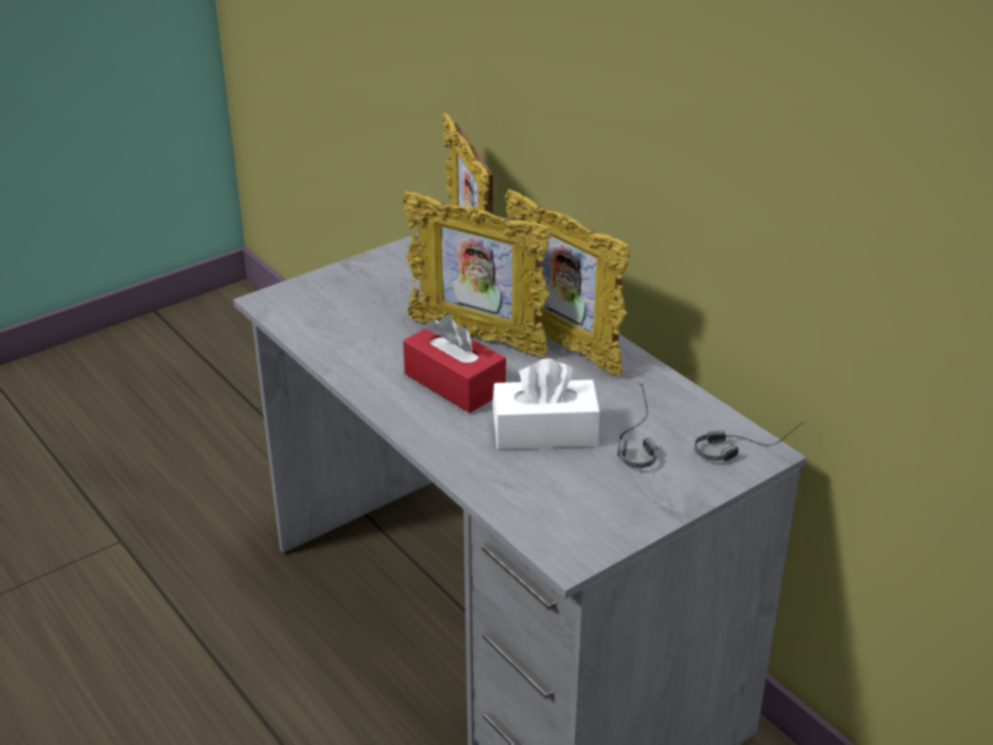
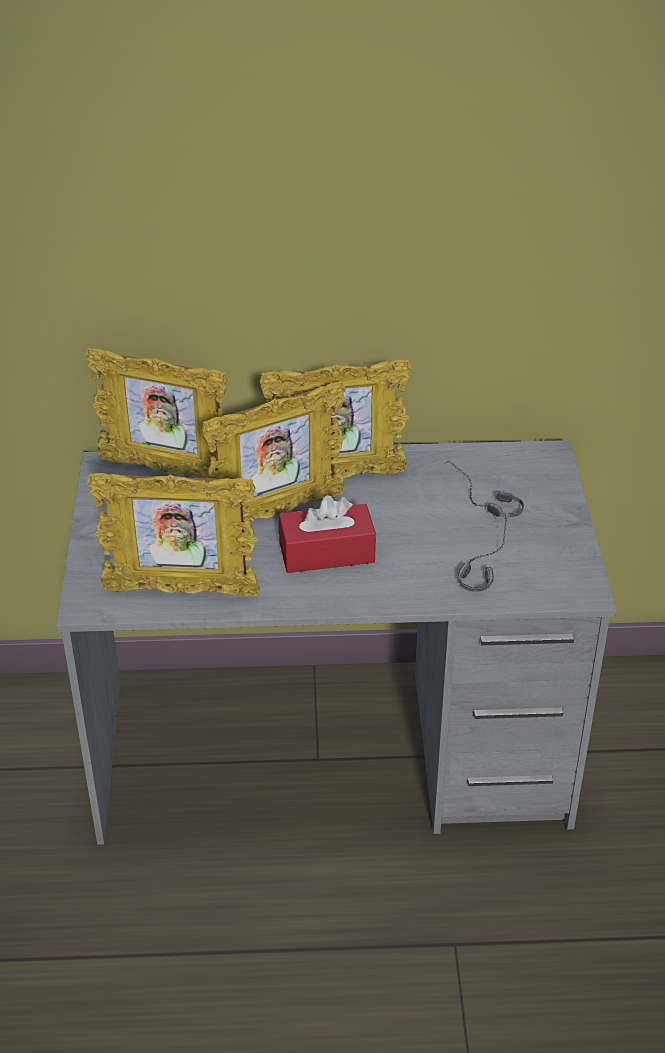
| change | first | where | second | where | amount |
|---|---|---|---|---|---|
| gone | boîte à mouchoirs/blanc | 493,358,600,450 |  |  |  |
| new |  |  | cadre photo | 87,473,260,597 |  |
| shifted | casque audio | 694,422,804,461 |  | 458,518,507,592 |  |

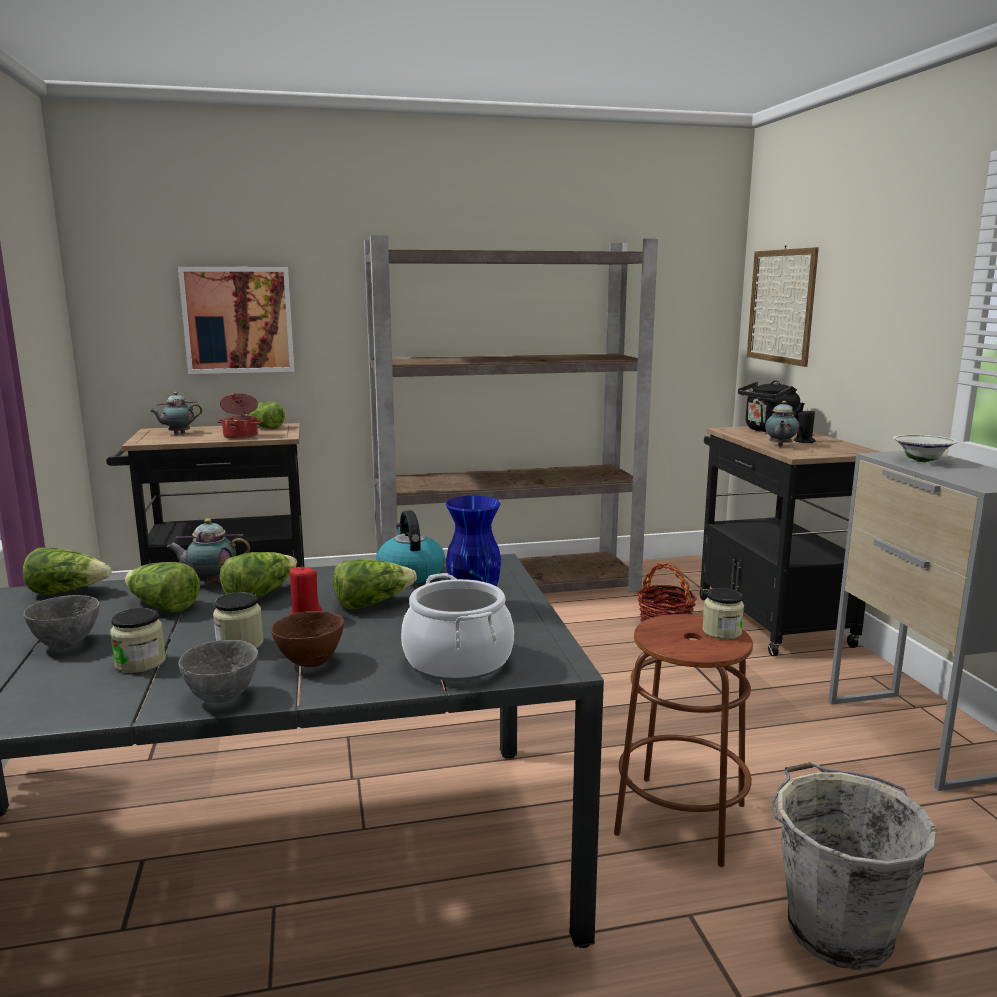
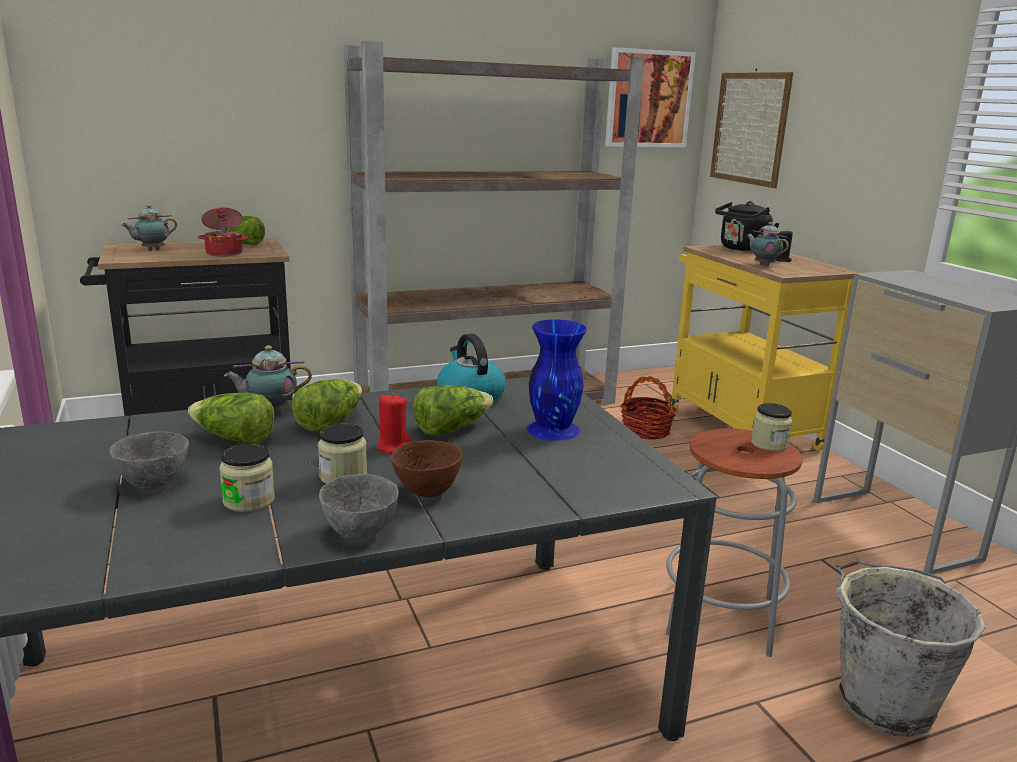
| change | first | where | second | where | amount |
|---|---|---|---|---|---|
| gone | laitue | 23,547,112,595 |  |  |  |
| gone | marmite | 401,573,514,681 |  |  |  |
| gone | bol/blanc | 893,435,958,462 |  |  |  |
| shifted | tableau | 178,267,294,374 |  | 605,47,696,147 |  |
| repainted | tabouret/marron | 614,614,753,867 | tabouret/gris | 666,428,802,657 |  |
| repainted | chariot/noir | 699,426,880,656 | chariot/jaune | 671,245,861,453 |  |
| rotated | théière | 765,401,799,447 |  | 746,222,789,266 | 135 degrees clockwise |

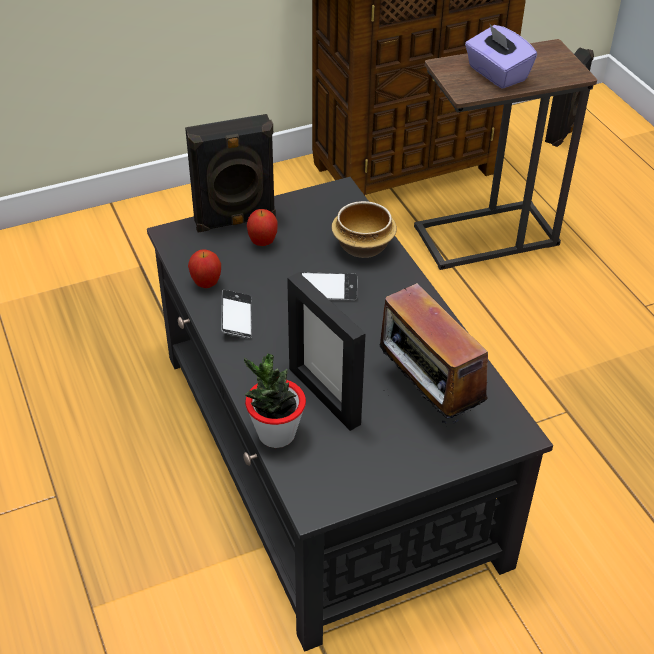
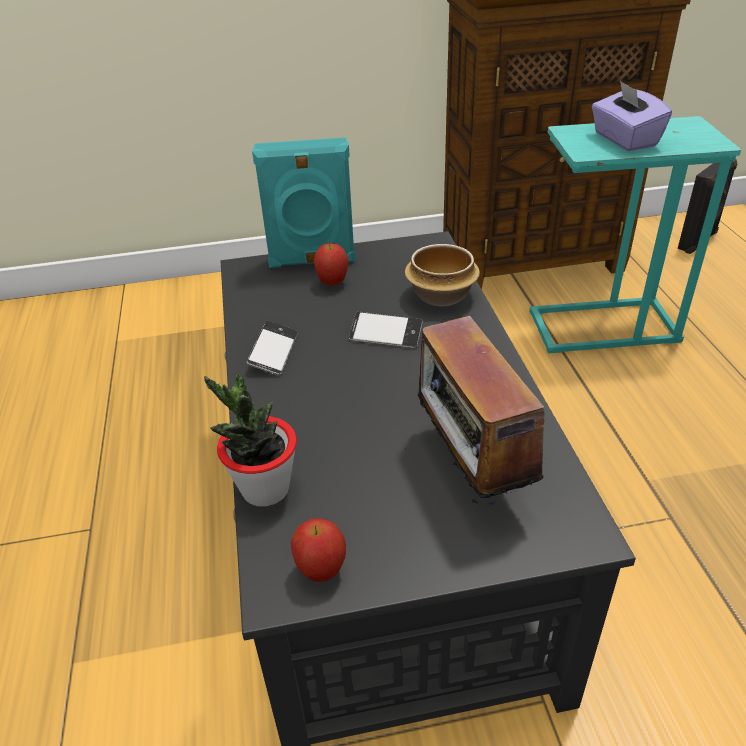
| change | first | where | second | where | amount |
|---|---|---|---|---|---|
| gone | cadre photo | 287,272,366,431 |  |  |  |
| shifted | pomme | 188,249,221,288 |  | 291,518,346,582 |  |
| repainted | enceinte/noir | 185,114,276,233 | enceinte/turquoise | 252,137,356,268 |  |
| repainted | table d'appoint/marron | 414,39,597,270 | table d'appoint/turquoise | 529,116,741,354 |  |

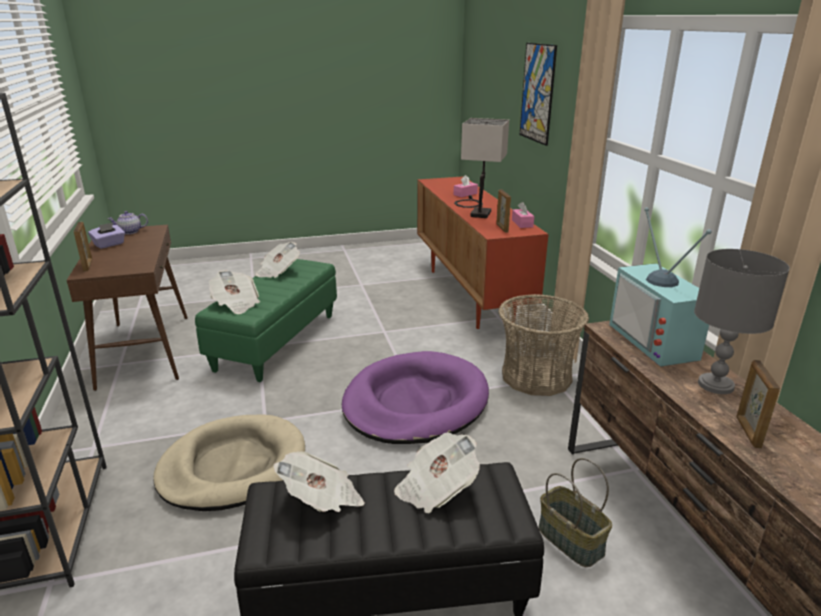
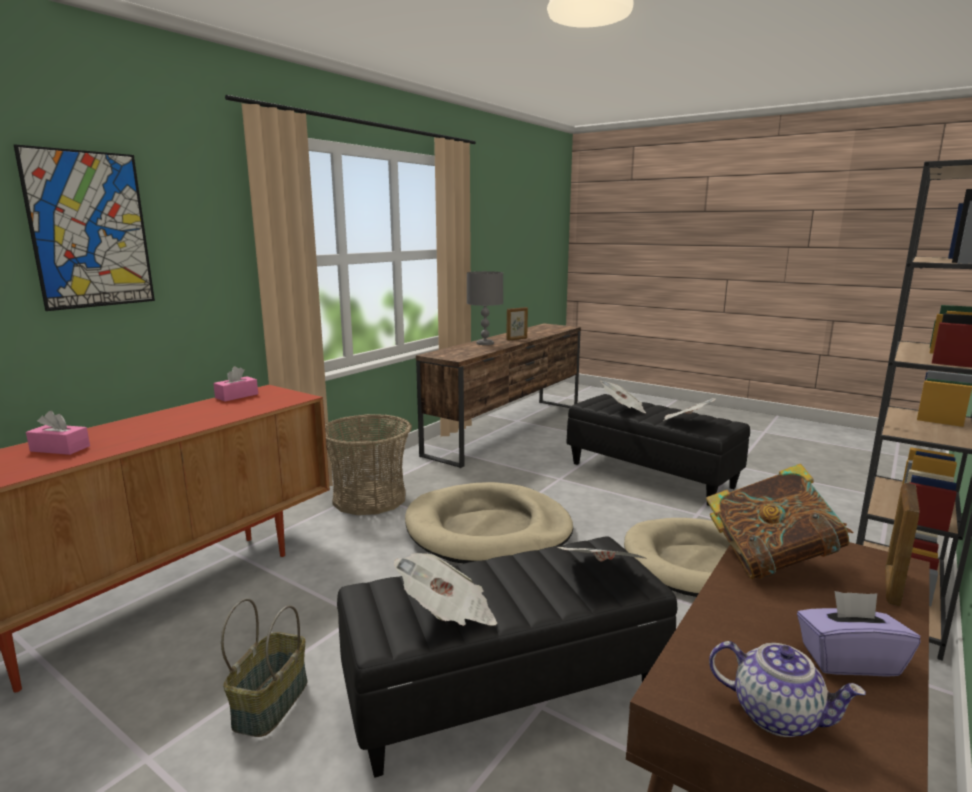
| change | first | where | second | where | amount |
|---|---|---|---|---|---|
| gone | lampe de table | 454,118,509,218 |  |  |  |
| gone | cadre photo | 496,190,511,233 |  |  |  |
| gone | téléviseur | 609,207,712,367 |  |  |  |
| new |  |  | livre | 706,464,853,579 |  |
| shifted | panier | 539,458,612,567 |  | 221,598,307,737 |  |
| repainted | pouf/vert | 195,259,337,382 | pouf/noir | 337,536,677,778 |  |
| repainted | panier pour chien/violet | 342,351,489,444 | panier pour chien/beige | 405,482,573,564 |  |

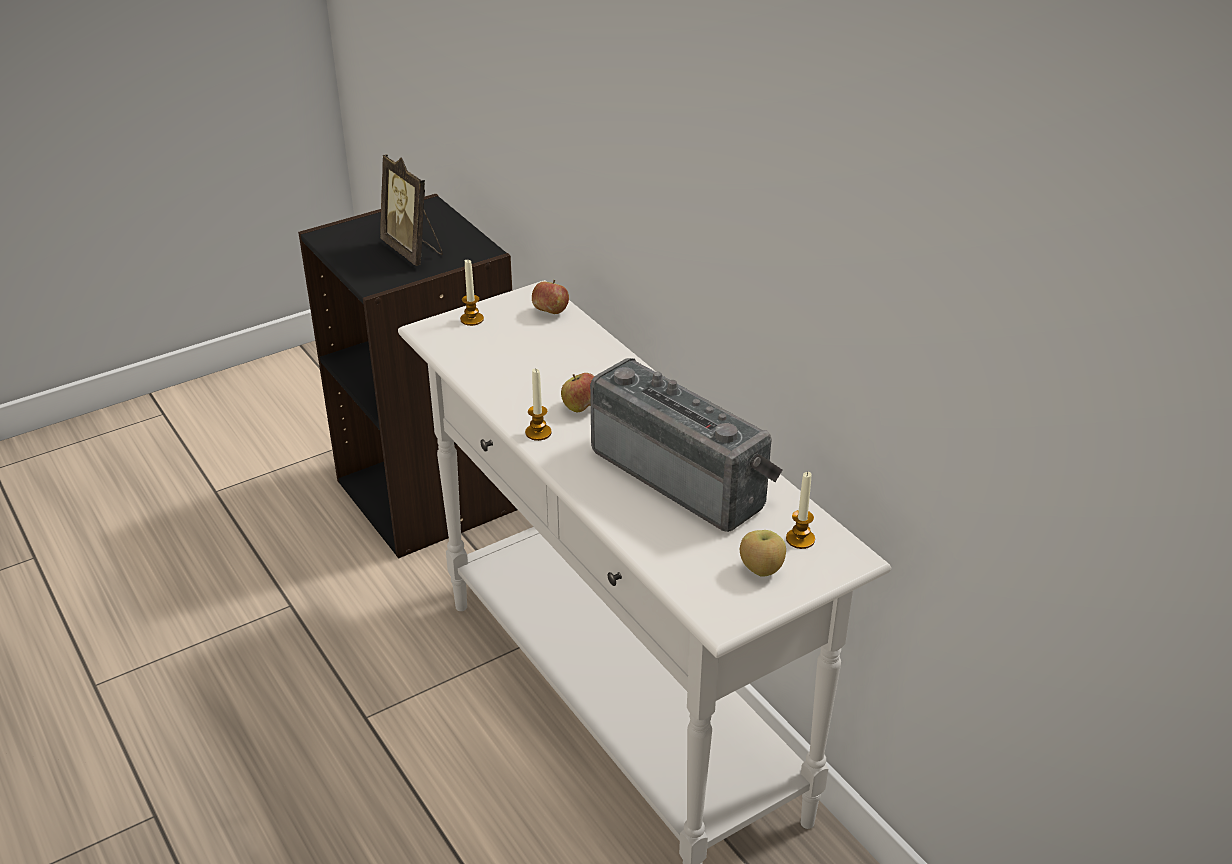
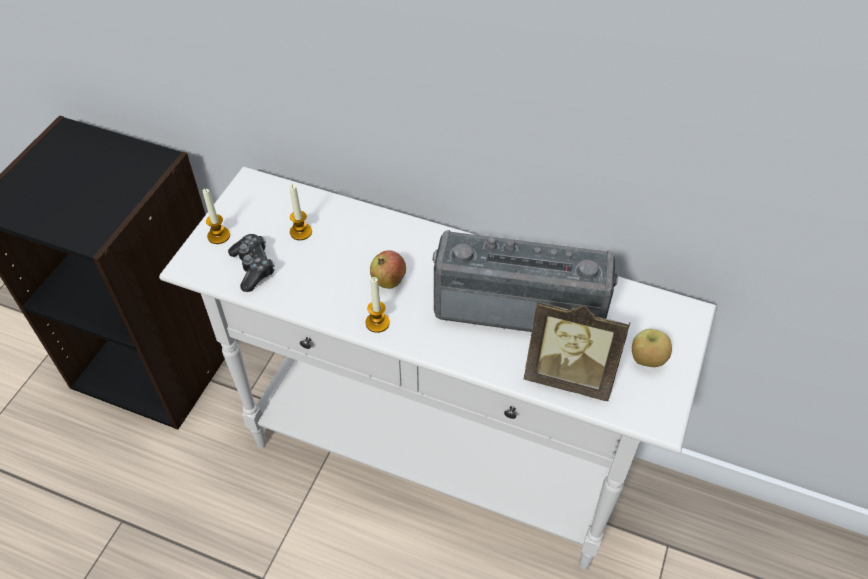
| change | first | where | second | where | amount |
|---|---|---|---|---|---|
| gone | pomme | 532,280,569,314 |  |  |  |
| new |  |  | manette | 228,234,275,292 |  |
| shifted | cadre photo | 380,154,443,266 |  | 524,299,630,402 |  |
| shifted | bougie | 786,472,815,549 |  | 290,184,312,240 |  |

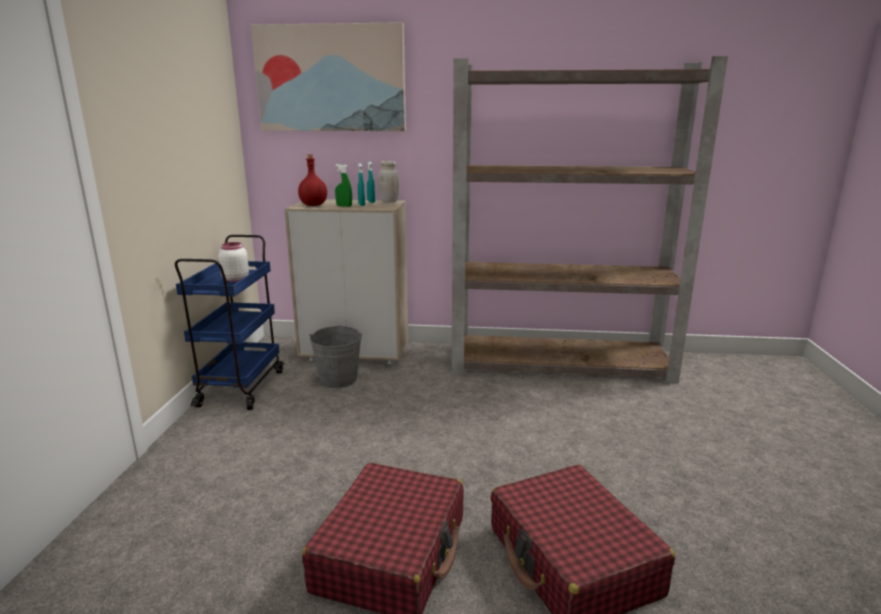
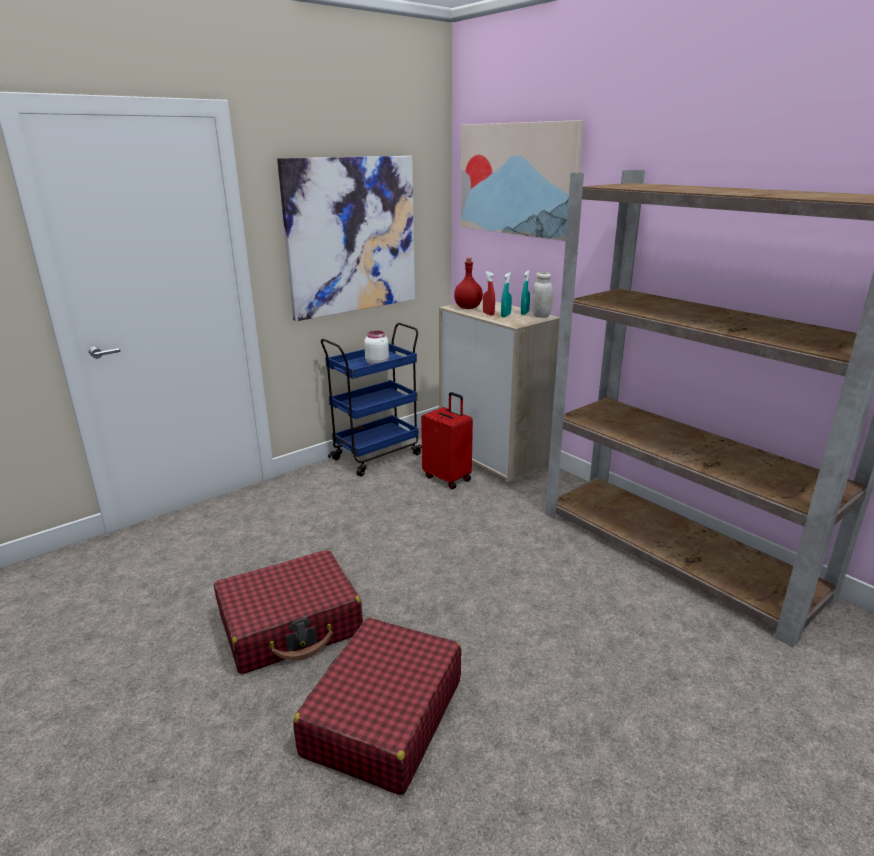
| change | first | where | second | where | amount |
|---|---|---|---|---|---|
| new |  |  | tableau | 277,156,415,321 |  |
| swapped | seau/gris | 309,326,362,388 | valise/rouge | 421,392,473,489 |  |
| repainted | vaporisateur/vert | 335,164,352,207 | vaporisateur/rouge | 483,271,495,316 |  |

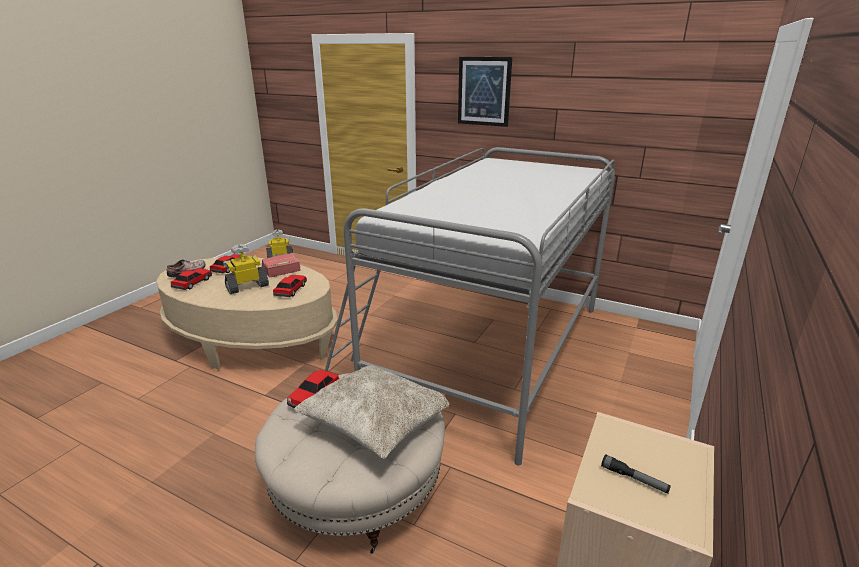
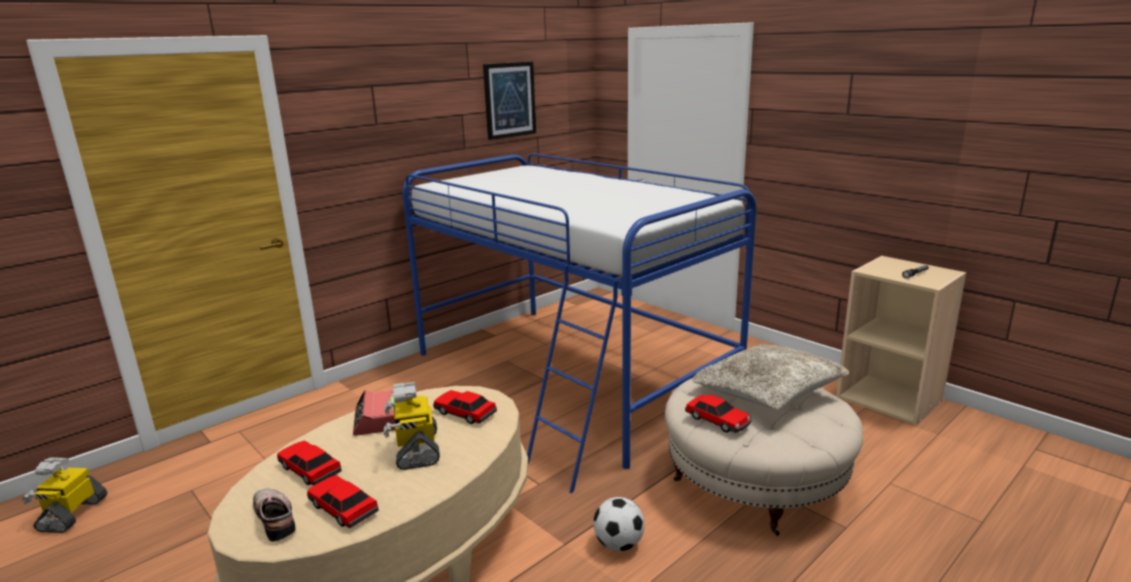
| change | first | where | second | where | amount |
|---|---|---|---|---|---|
| new |  |  | ballon de foot | 593,497,645,551 |  |
| shifted | tableau | 458,57,512,127 |  | 483,62,536,140 |  |
| repainted | lit/gris | 325,147,615,465 | lit/bleu | 403,154,756,493 |  |

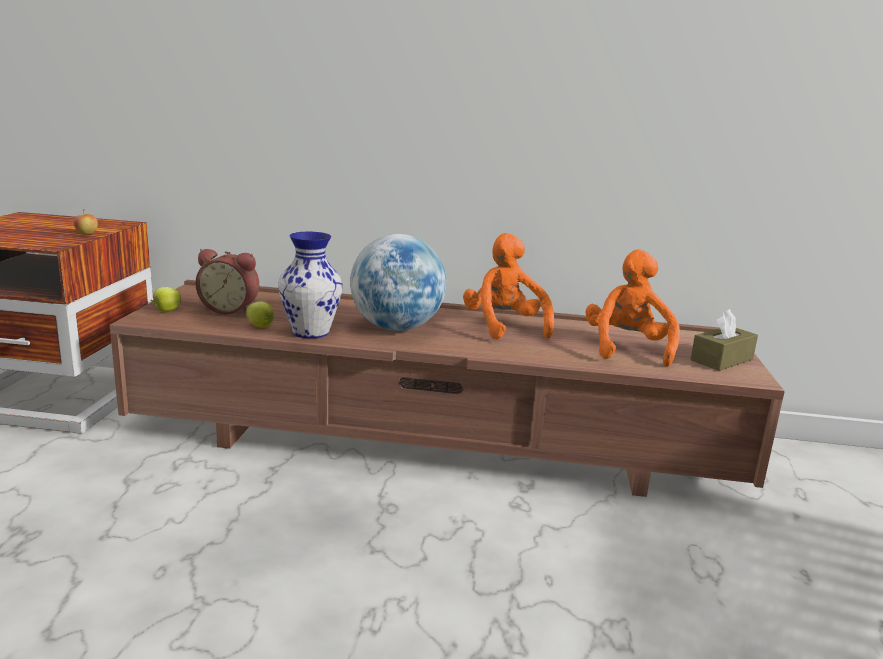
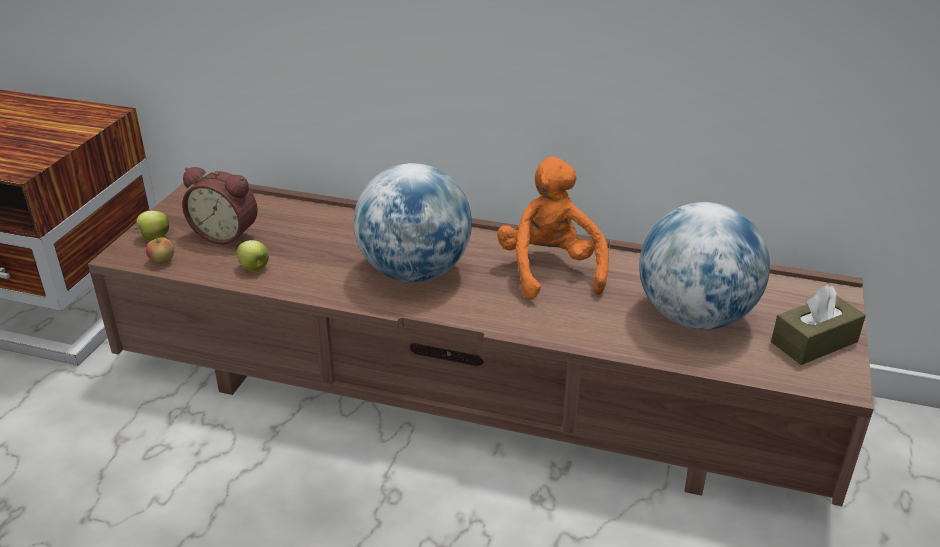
| change | first | where | second | where | amount |
|---|---|---|---|---|---|
| gone | vase | 278,232,343,338 |  |  |  |
| shifted | pomme | 74,209,98,235 |  | 146,234,174,264 |  |
| swapped | peluche/orange | 585,249,680,367 | globe | 639,202,770,329 |  |

